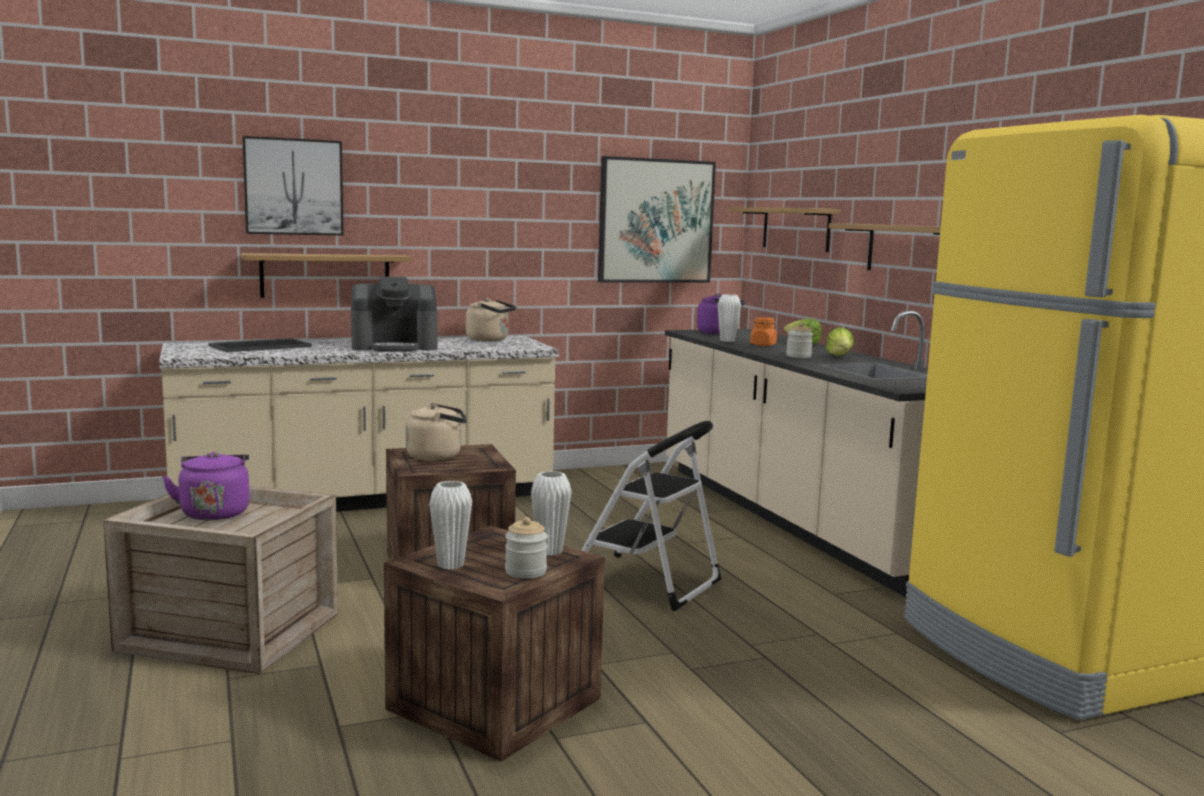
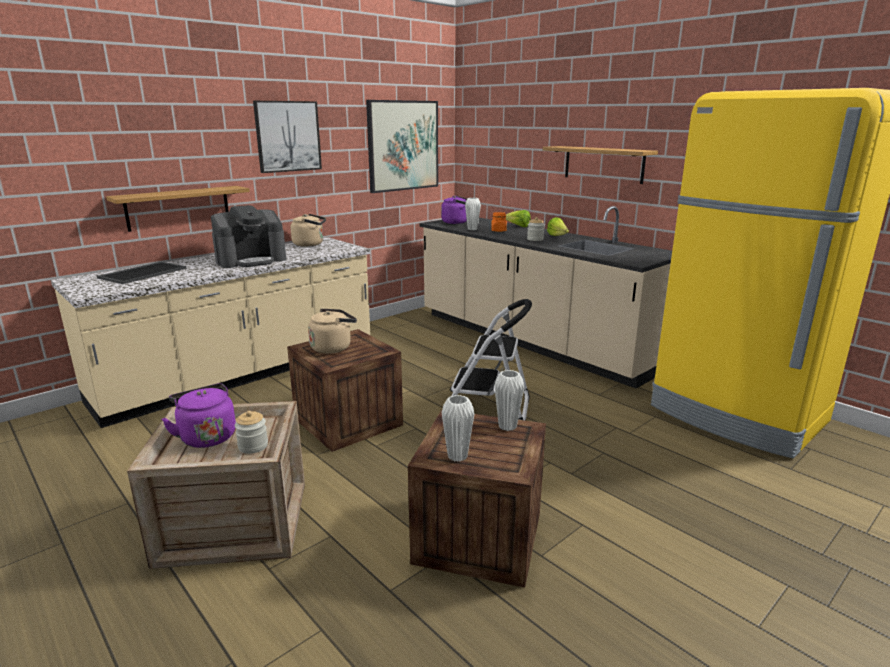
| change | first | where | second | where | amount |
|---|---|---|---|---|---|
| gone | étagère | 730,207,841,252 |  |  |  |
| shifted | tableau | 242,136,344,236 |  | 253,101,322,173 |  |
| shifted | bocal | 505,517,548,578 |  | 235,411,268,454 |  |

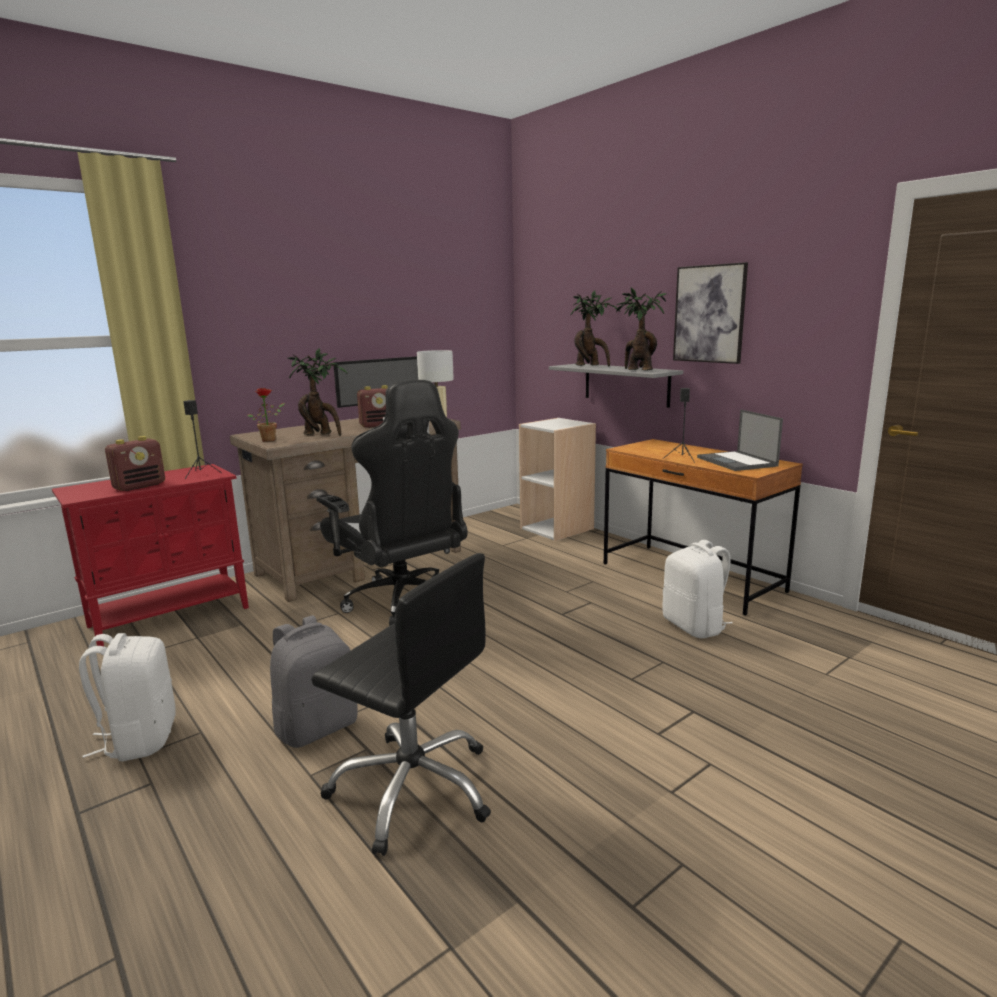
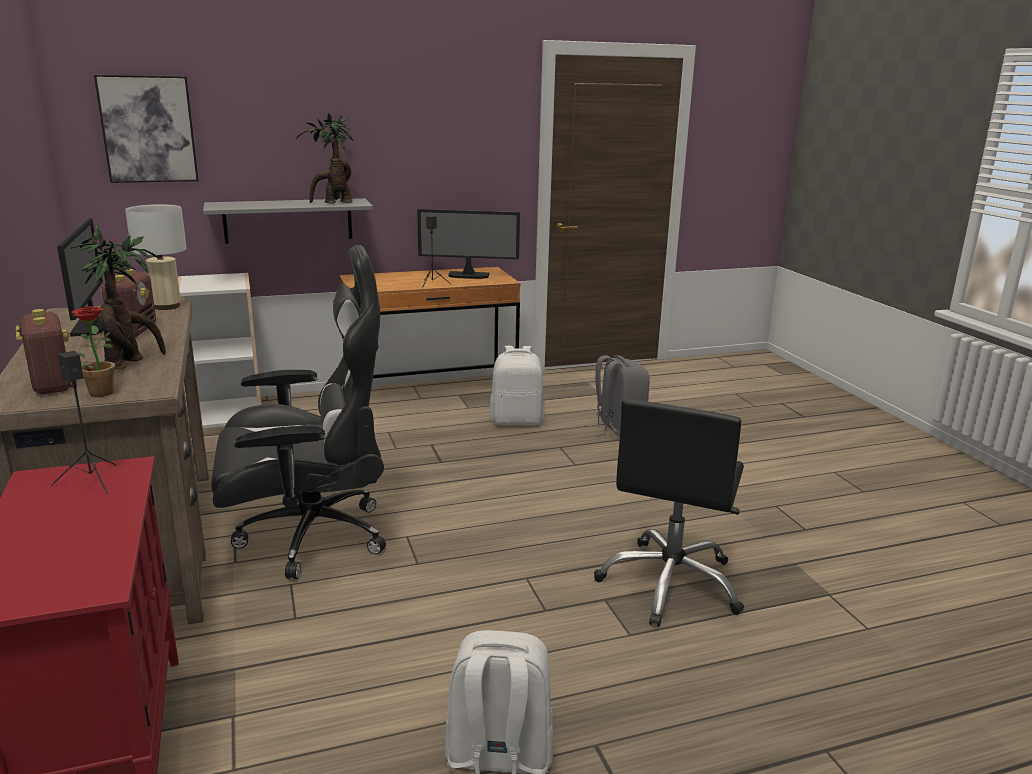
| change | first | where | second | where | amount |
|---|---|---|---|---|---|
| gone | plante en pot | 571,290,620,366 |  |  |  |
| shifted | radio | 105,436,165,491 |  | 16,309,71,394 |  |
| shifted | sac à dos/gris | 270,615,358,748 |  | 585,355,650,436 |  |
| shifted | tableau | 673,262,748,364 |  | 94,75,199,183 |  |
| swapped | ordinateur portable | 697,410,783,471 | écran d'ordinateur | 417,209,520,279 |  |
| rotated | chaise de bureau/noir | 311,553,491,856 |  | 594,399,744,627 | 150 degrees clockwise |

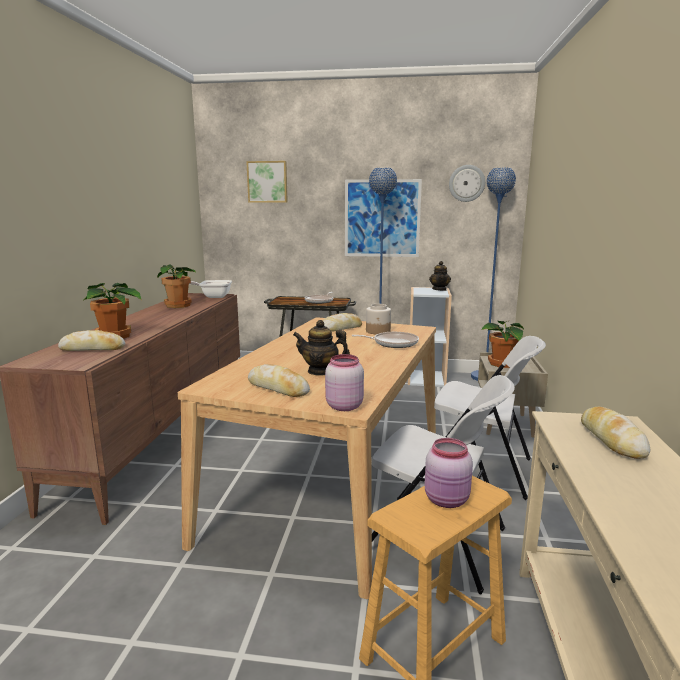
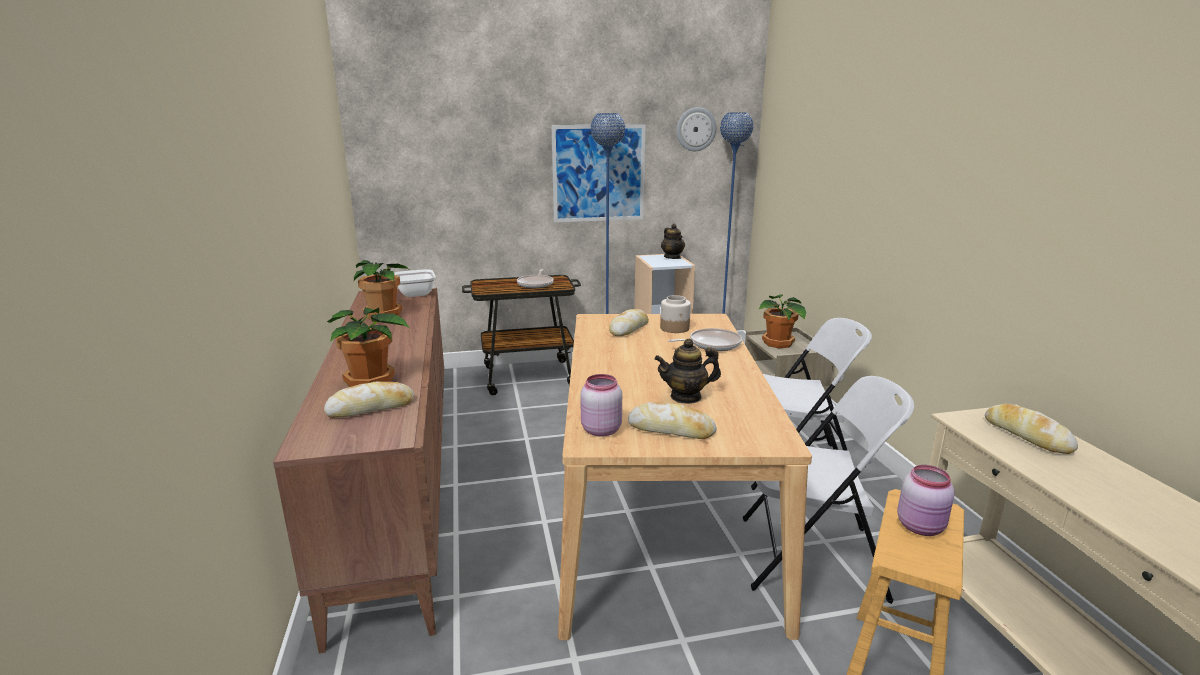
| change | first | where | second | where | amount |
|---|---|---|---|---|---|
| gone | tableau | 246,161,288,203 |  |  |  |
| shifted | bocal/rose | 325,354,364,411 |  | 580,374,622,437 |  |

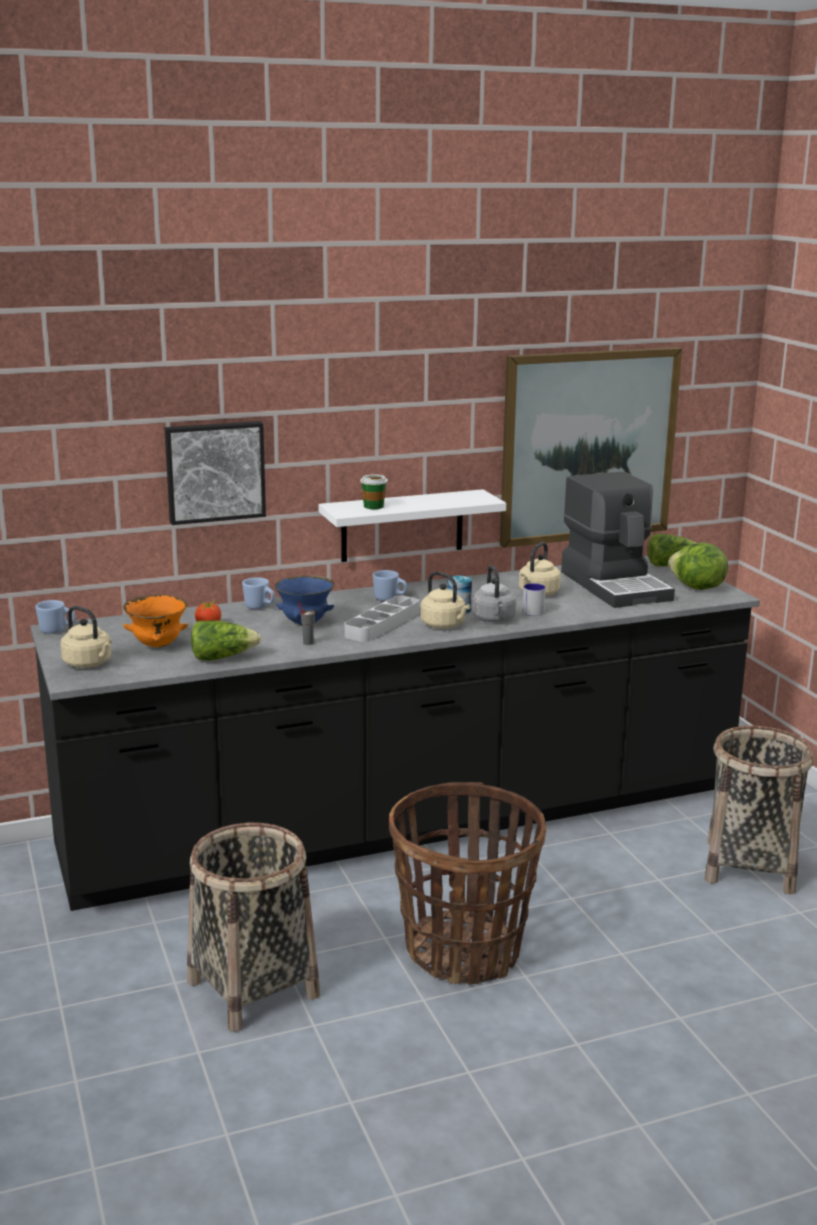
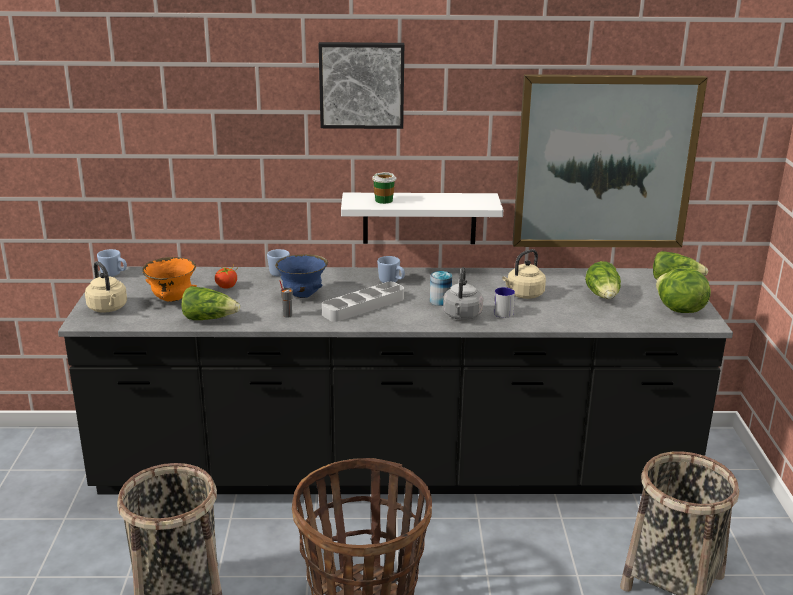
| change | first | where | second | where | amount |
|---|---|---|---|---|---|
| gone | bouilloire/beige | 420,571,471,629 |  |  |  |
| shifted | tableau | 165,421,266,525 |  | 319,42,404,129 |  |
| swapped | machine à café | 561,472,675,608 | laitue | 585,261,621,299 |  |

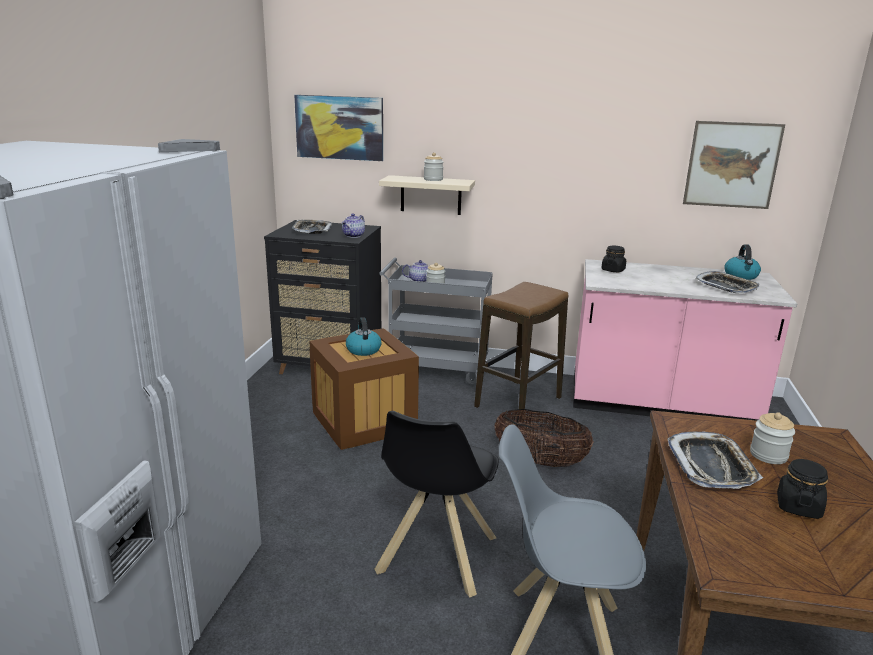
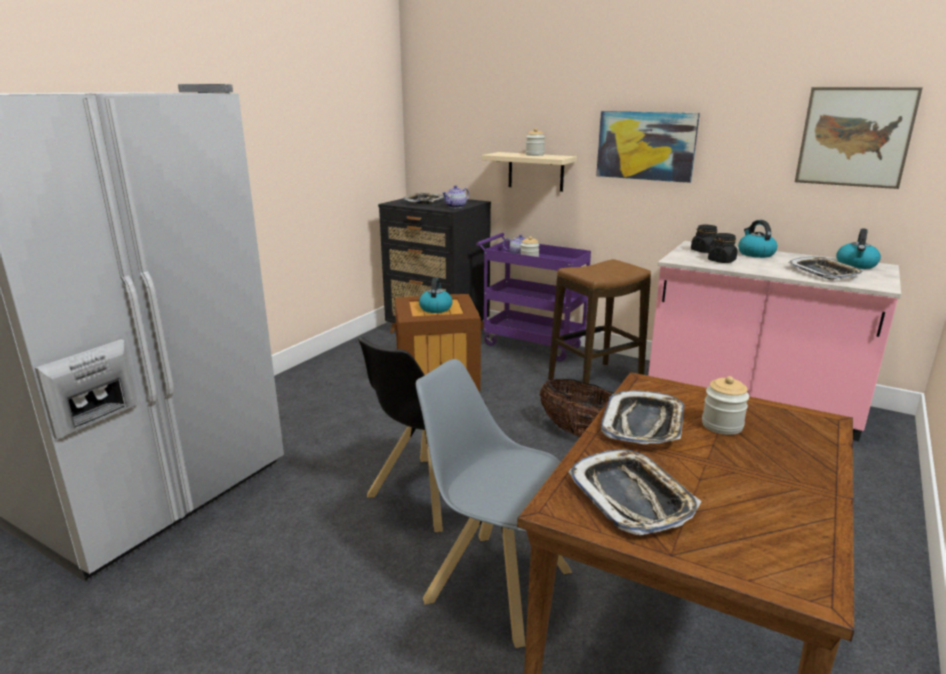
| change | first | where | second | where | amount |
|---|---|---|---|---|---|
| new |  |  | plateau | 568,449,702,535 |  |
| new |  |  | bouilloire | 738,220,777,258 |  |
| shifted | tableau | 294,95,383,161 |  | 596,111,700,183 |  |
| shifted | bocal/noir | 777,459,828,519 |  | 708,233,738,263 |  |
| repainted | chariot/gris | 379,258,493,385 | chariot/violet | 476,233,591,361 |  |

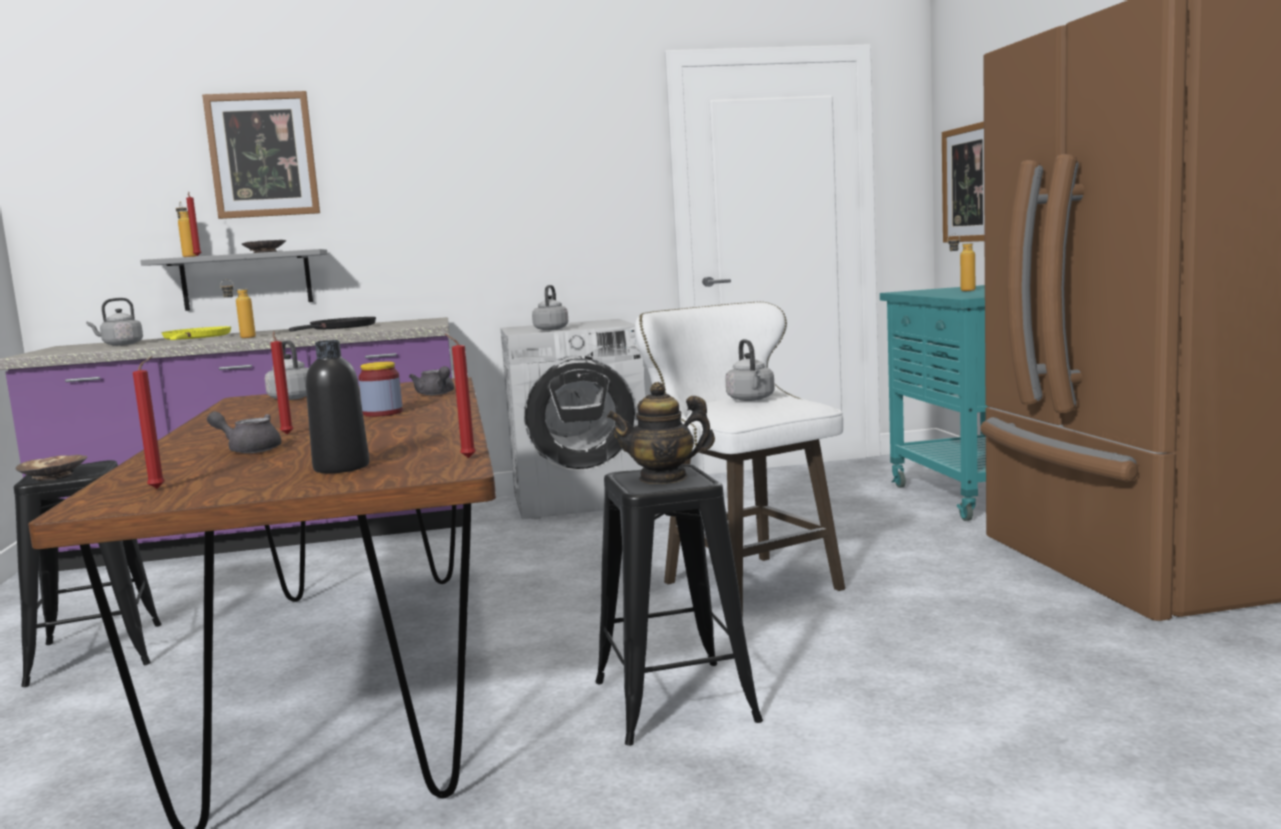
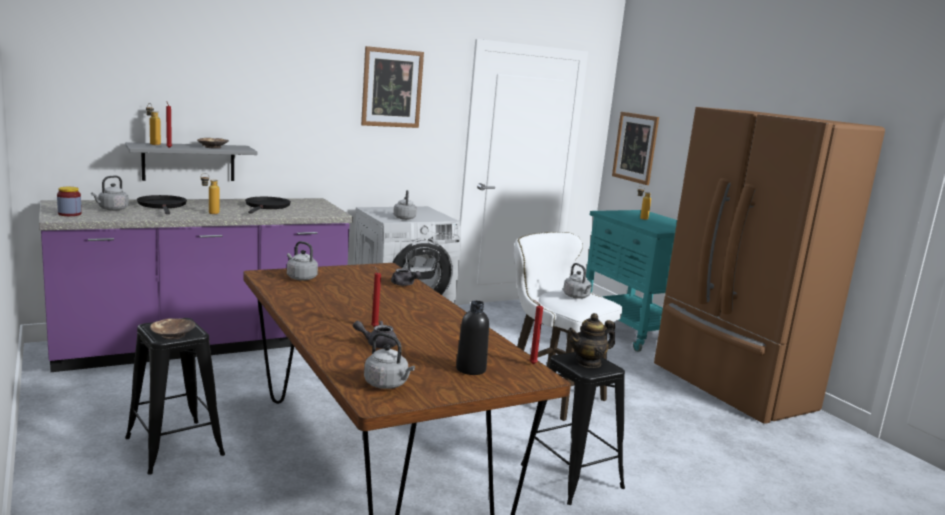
| change | first | where | second | where | amount |
|---|---|---|---|---|---|
| shifted | tableau | 202,91,320,219 |  | 361,46,424,128 |  |
| shifted | bocal | 359,362,403,417 |  | 57,187,82,216 |  |
| swapped | bougie/rouge | 133,356,165,489 | bouilloire/gris | 364,333,415,389 |  |
| repainted | poêle/jaune | 161,326,231,340 | poêle/noir | 137,195,187,214 |  |

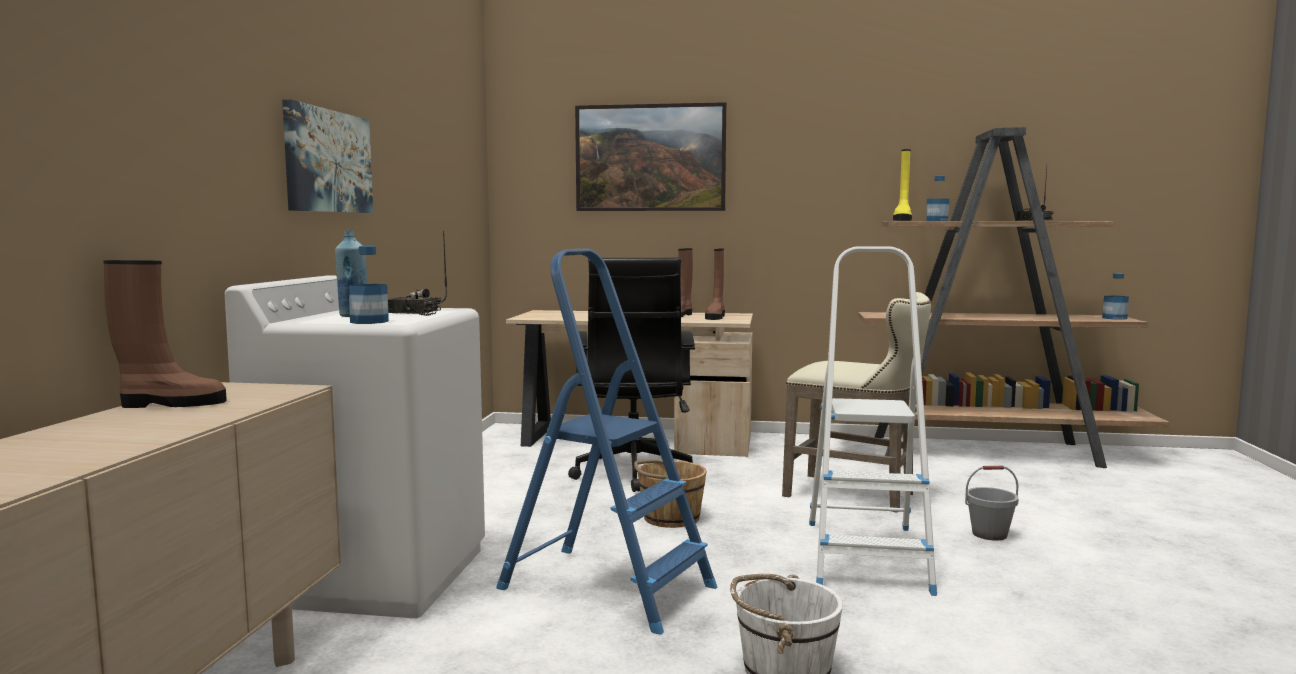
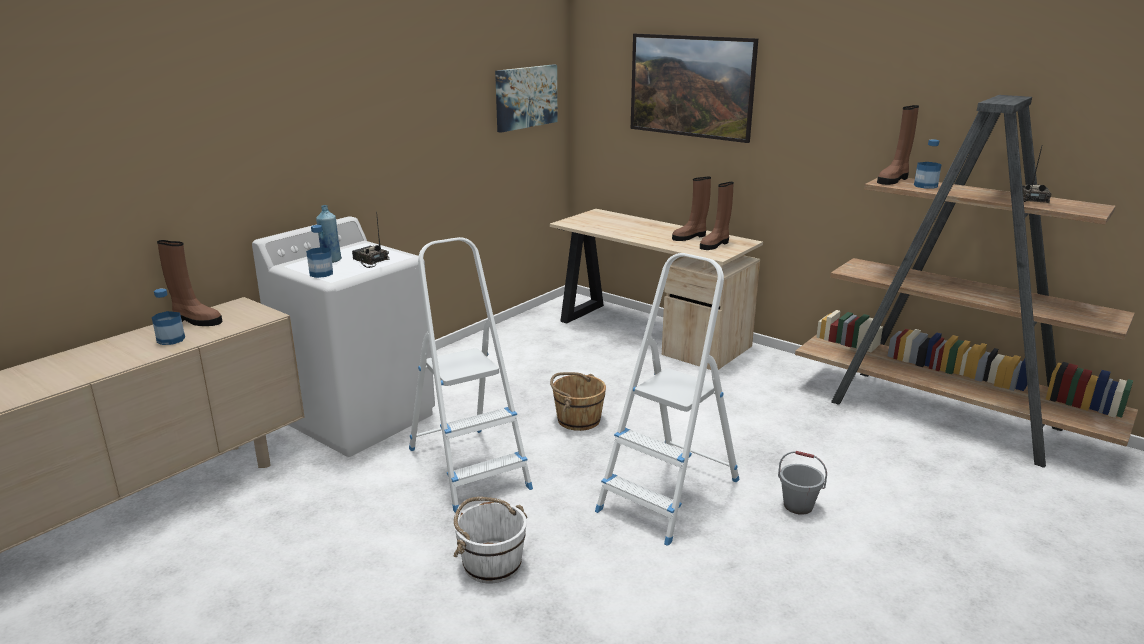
| change | first | where | second | where | amount |
|---|---|---|---|---|---|
| gone | chaise de bureau/noir | 568,257,695,492 |  |  |  |
| gone | tabouret/beige | 782,292,931,513 |  |  |  |
| shifted | tableau | 282,100,373,213 |  | 495,64,557,133 |  |
| shifted | bouteille | 1102,273,1129,320 |  | 152,288,185,345 |  |
| repainted | escabeau/bleu | 496,248,717,634 | escabeau/blanc | 409,237,533,513 |  |
| repainted | botte/jaune | 893,149,912,221 | botte/marron | 877,105,919,185 |  |

